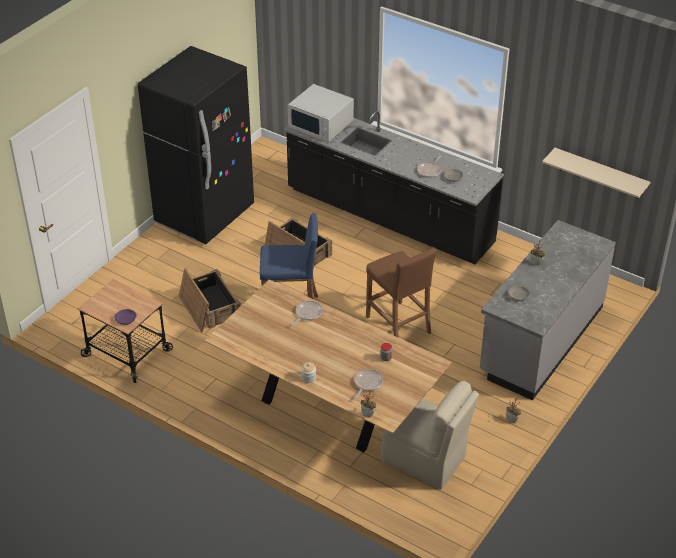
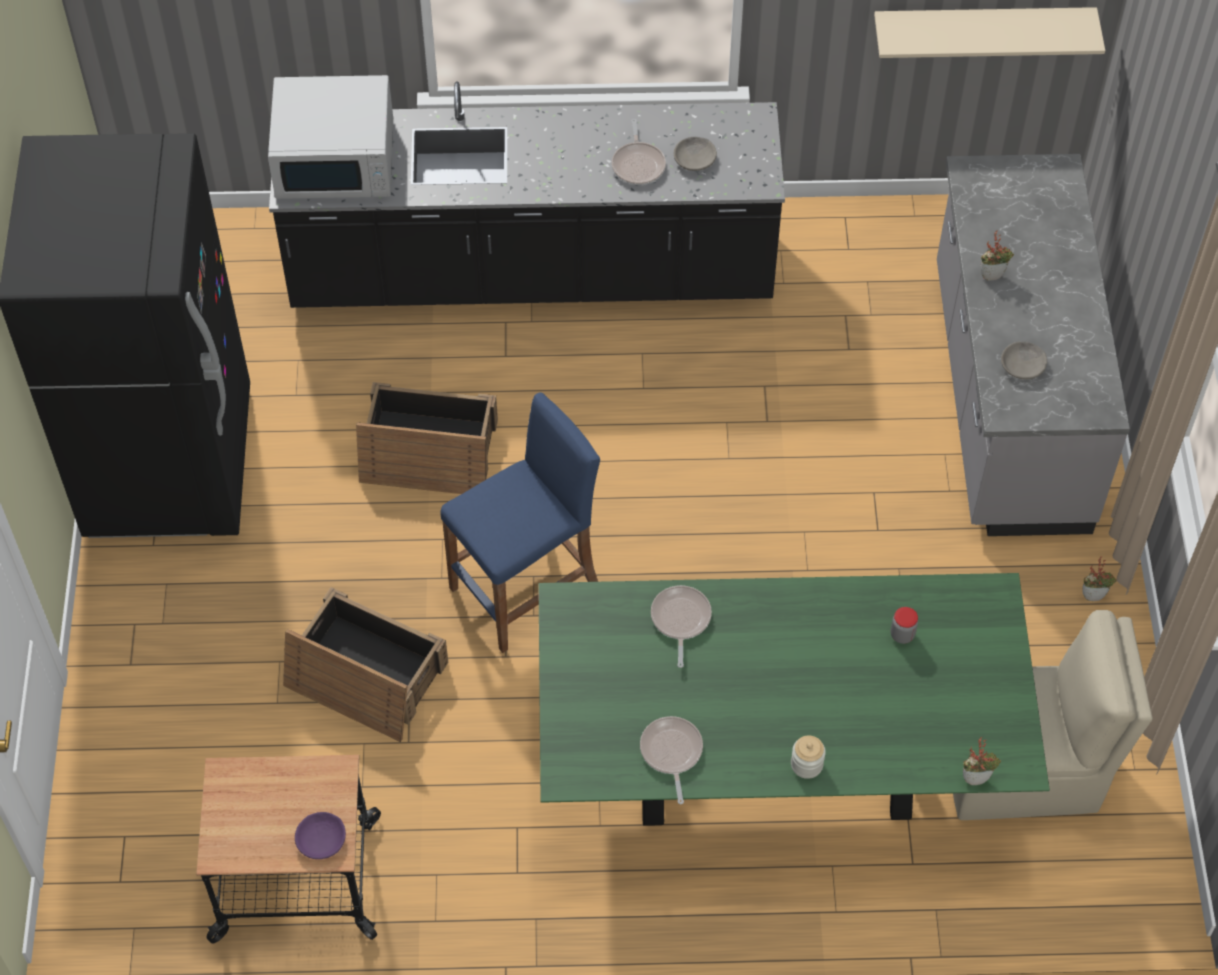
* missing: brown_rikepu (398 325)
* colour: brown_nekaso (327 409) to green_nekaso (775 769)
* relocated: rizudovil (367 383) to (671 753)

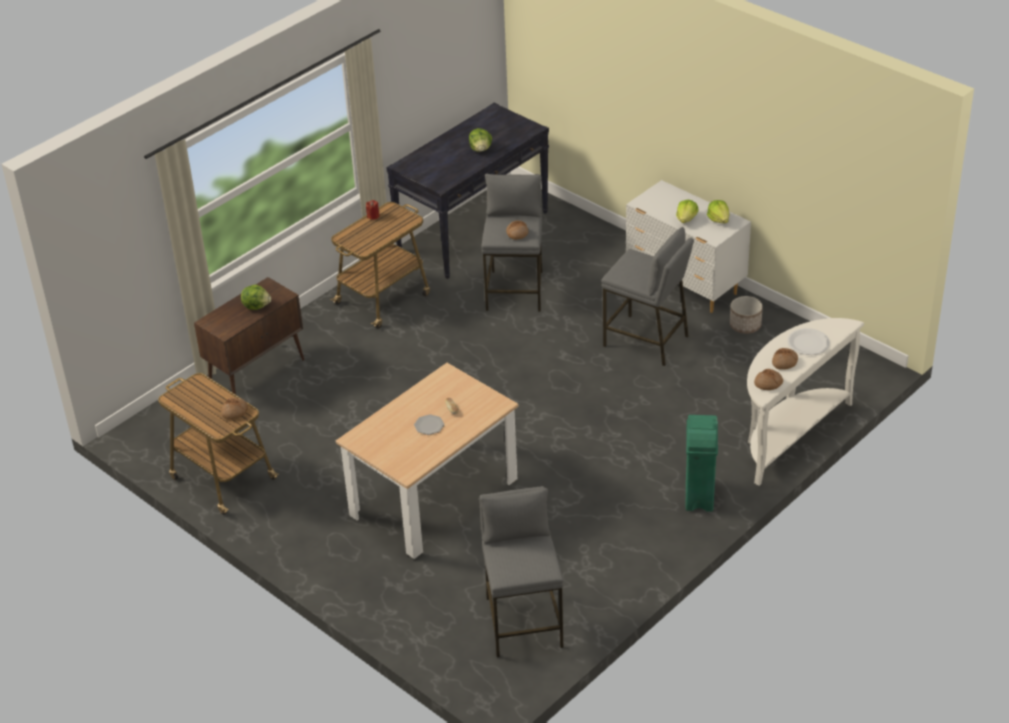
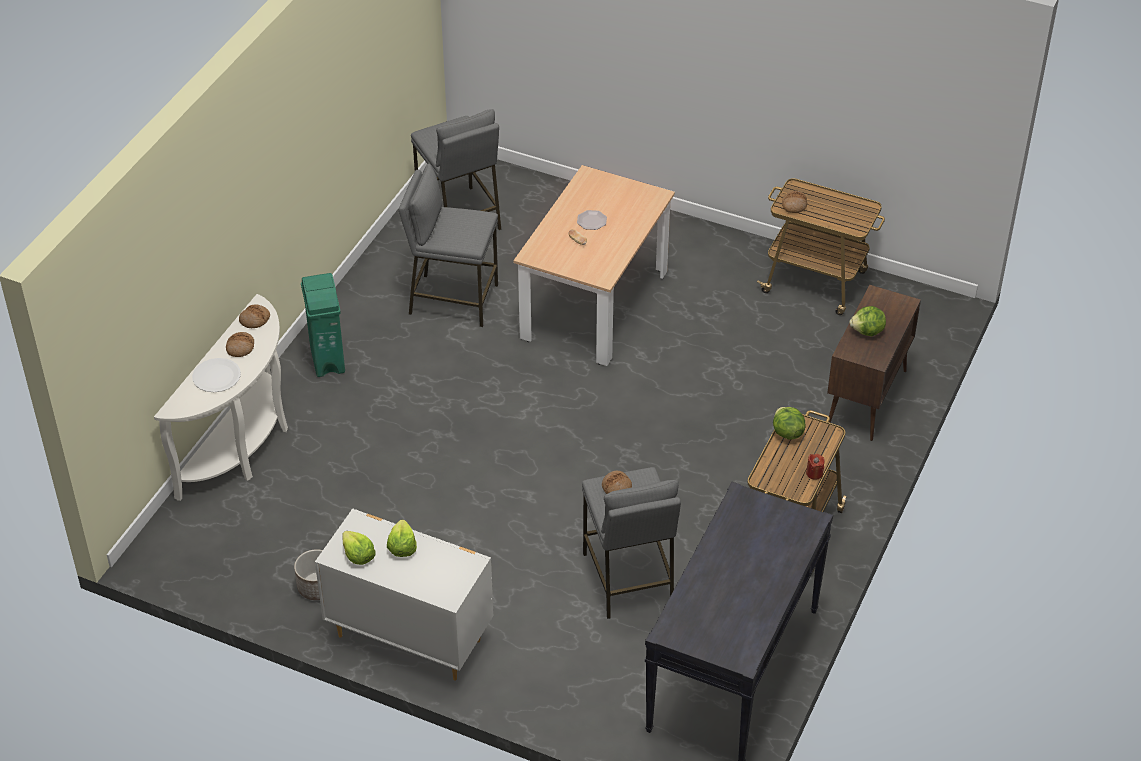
* relocated: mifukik (481 149) to (787 433)
* relocated: grey_rikepu (646 341) to (453 299)

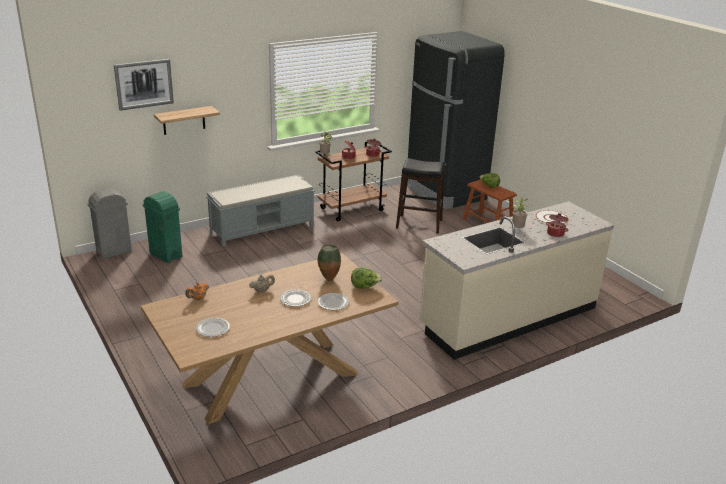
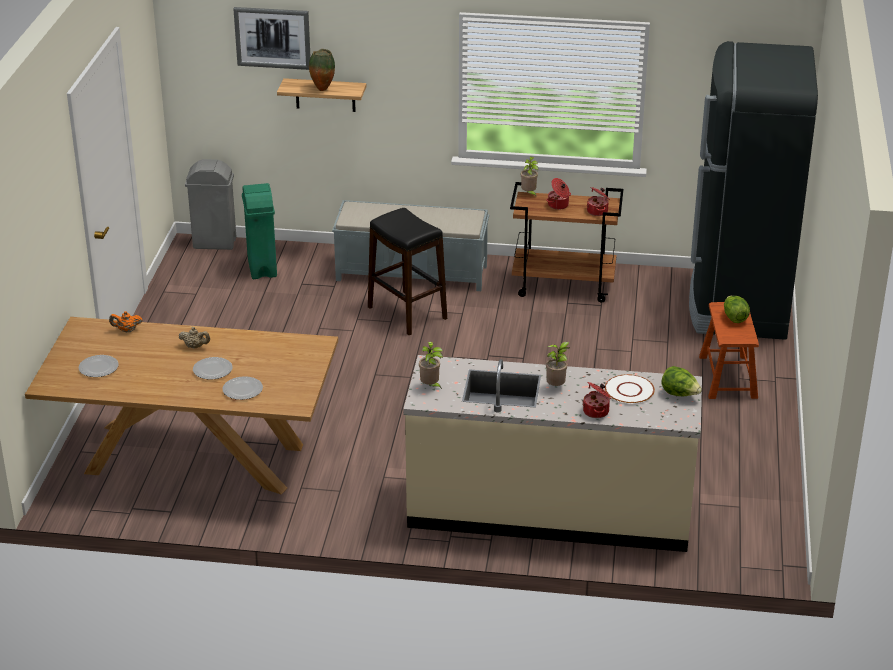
* relocated: black_rikepu (419 224) to (407 313)
* relocated: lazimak (328 279) to (322 89)
* relocated: mifukik (365 287) to (679 394)
* appeared: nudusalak (430 386)

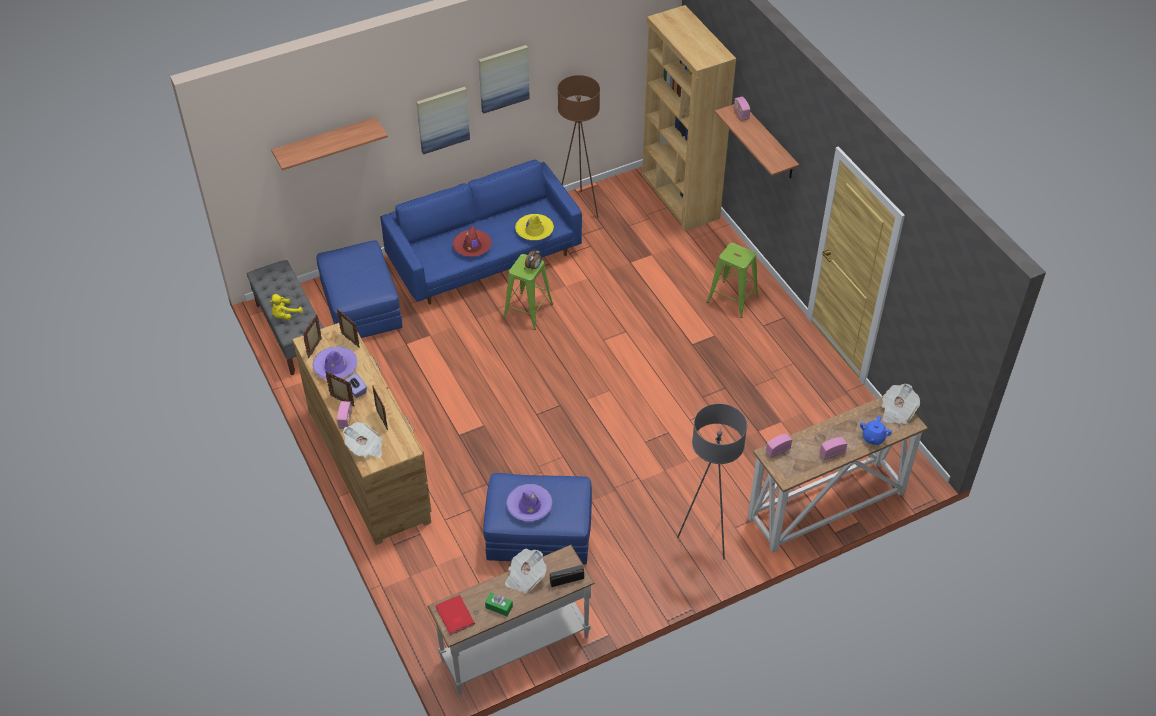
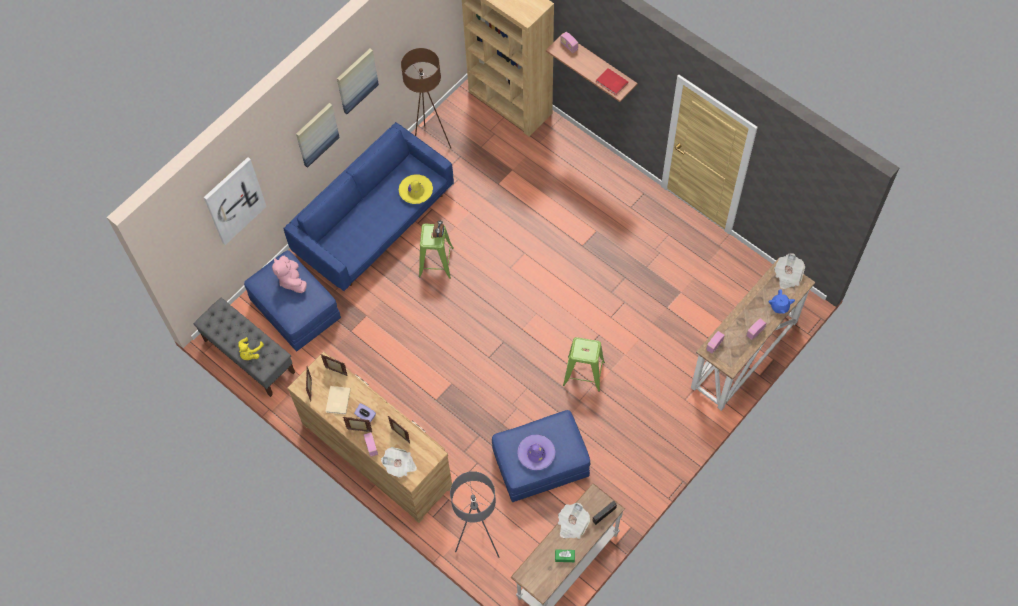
* exchanged: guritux (325 143) to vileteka (234 200)
* missing: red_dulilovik (472 247)
* relocated: green_rikepu (732 299) to (583 373)
* exchanged: purple_dulilovik (335 367) to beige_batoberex (337 401)
* relocated: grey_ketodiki (706 538) to (478 542)
* relocated: red_batoberex (454 616) to (611 83)
* appeared: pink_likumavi (291 280)

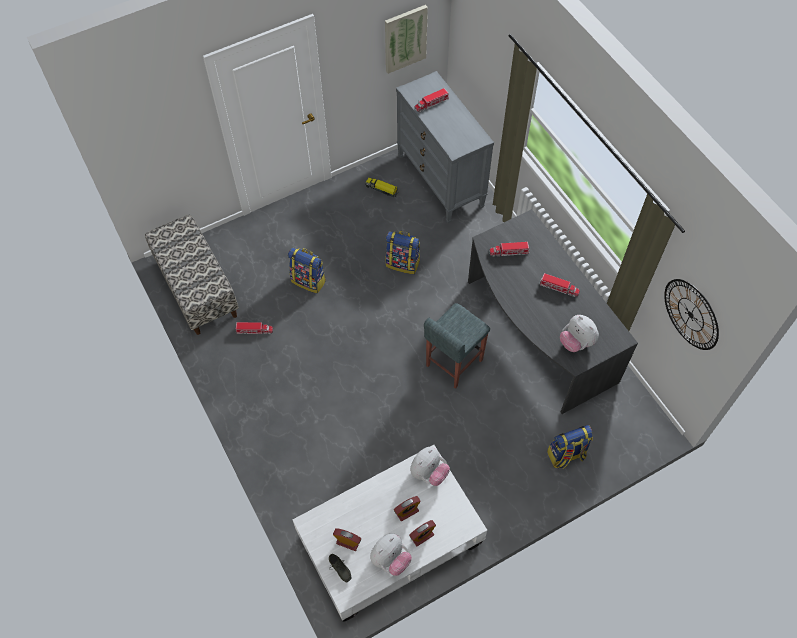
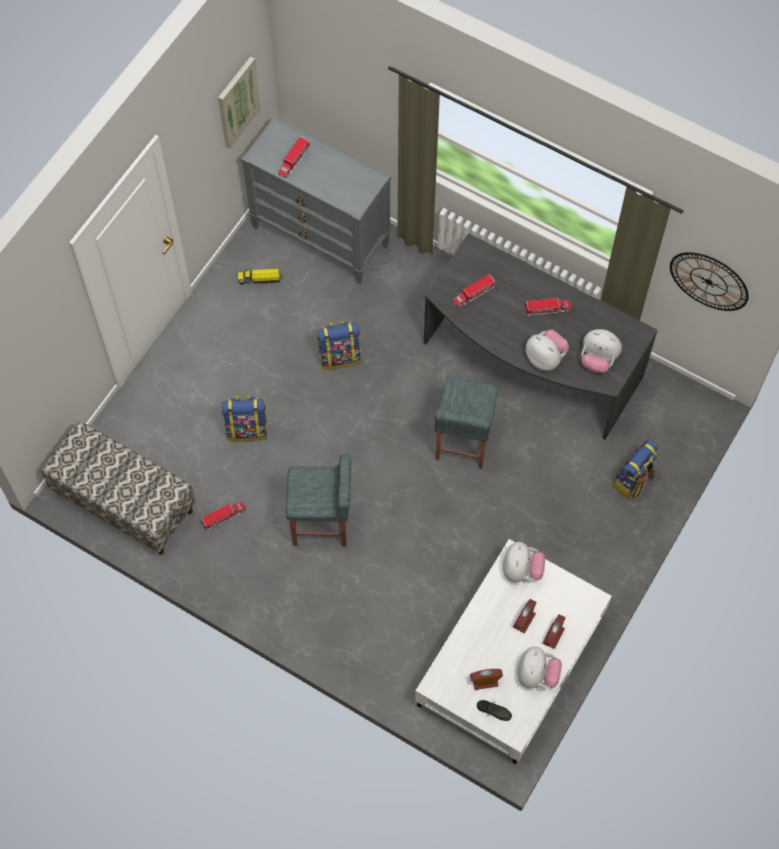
* appeared: likumavi (545 358)
* appeared: grey_rikepu (322 524)

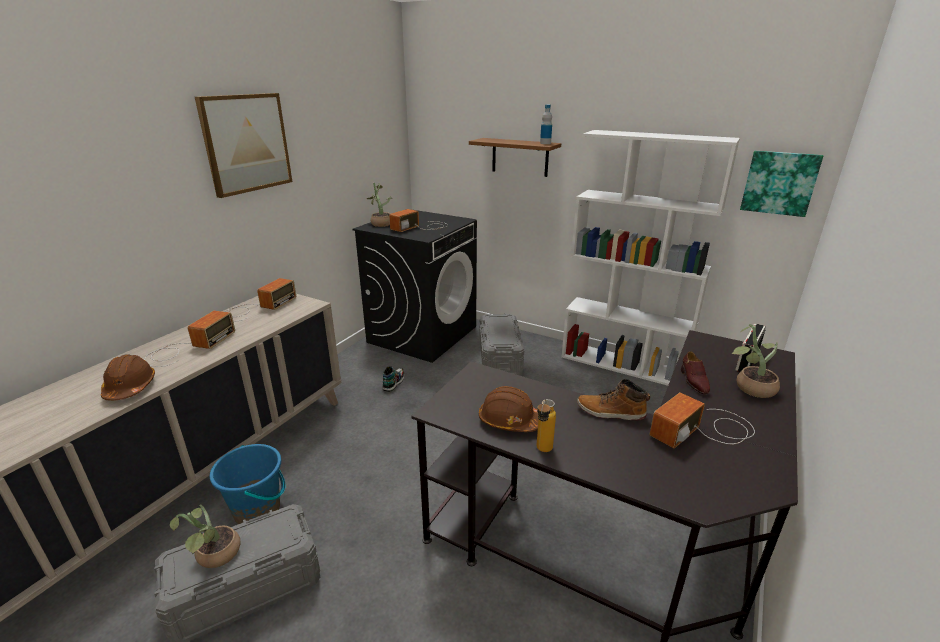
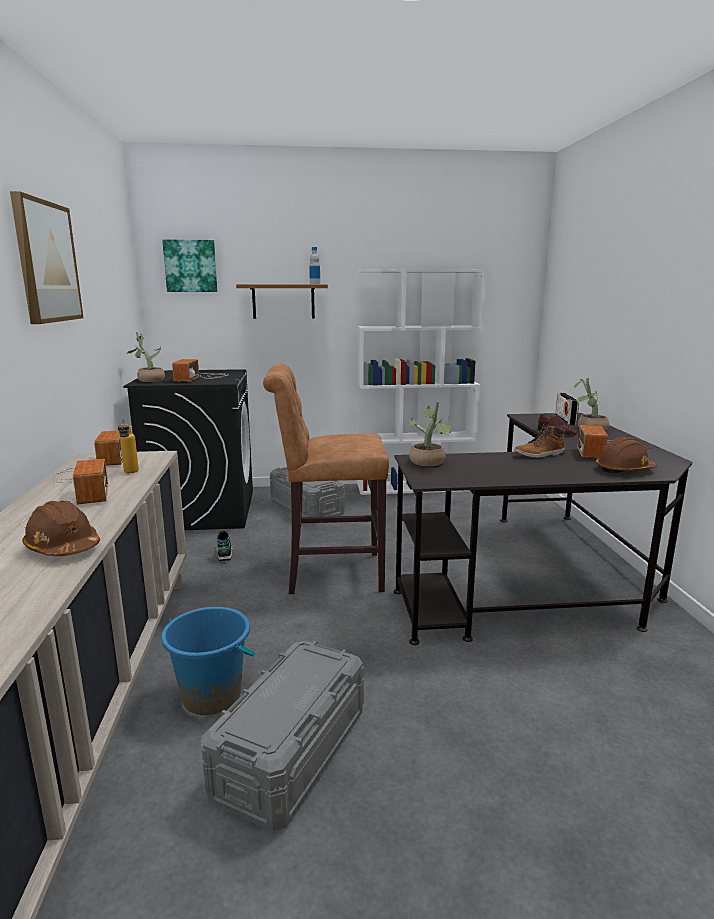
* relocated: vileteka (779 183) to (190 266)
* relocated: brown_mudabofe (509 421) to (624 470)
* relocated: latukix (542 451) to (130 473)
* relocated: nudusalak (215 557) to (428 463)
* appeared: brown_rikepu (328 573)

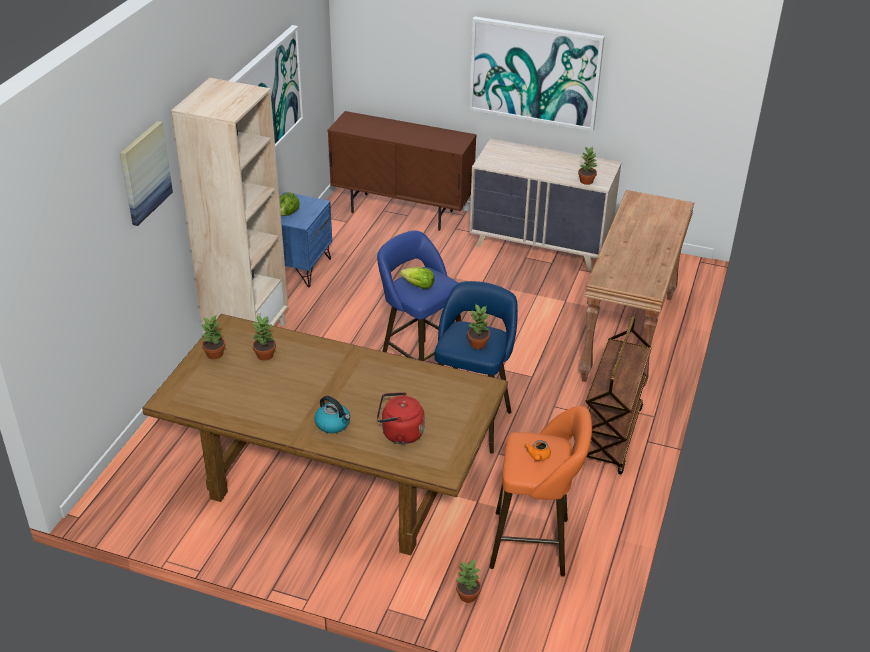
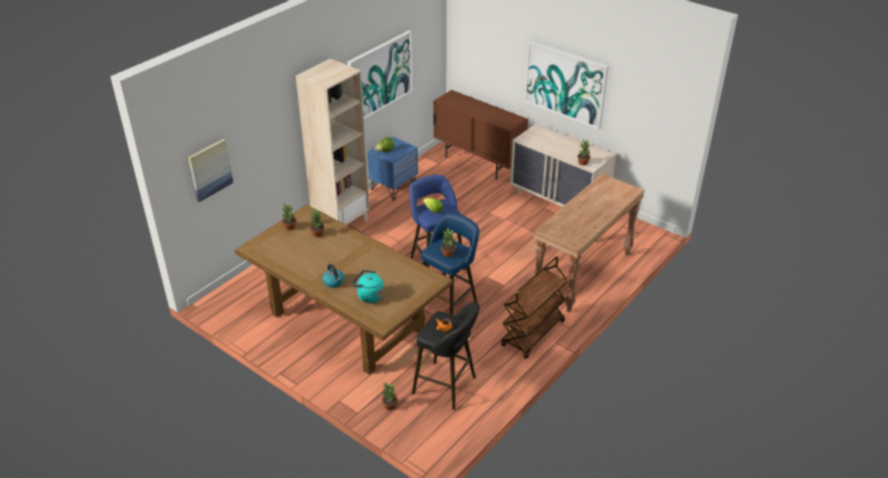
* relocated: vileteka (145 172) to (210 169)
* colour: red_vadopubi (399 433) to turquoise_vadopubi (369 296)
* colour: orange_rikepu (535 543) to black_rikepu (447 386)

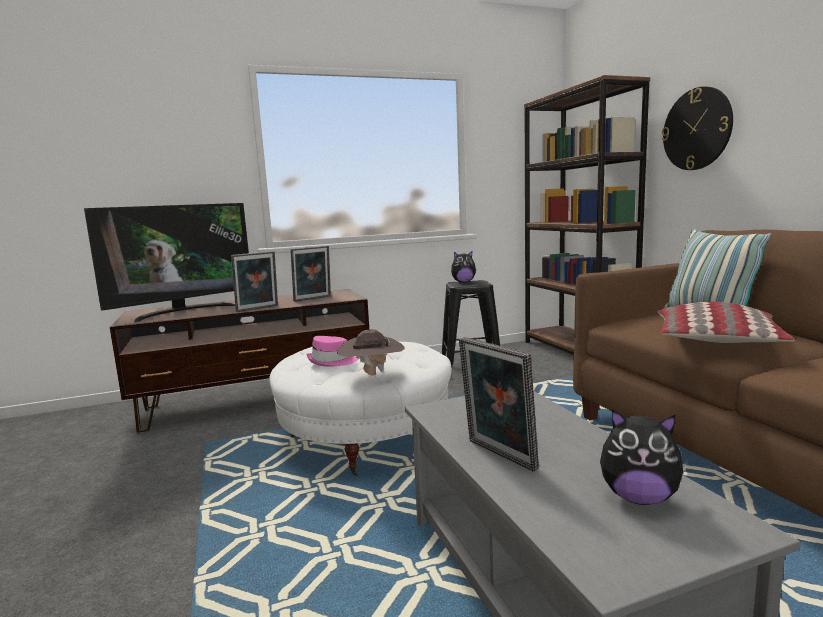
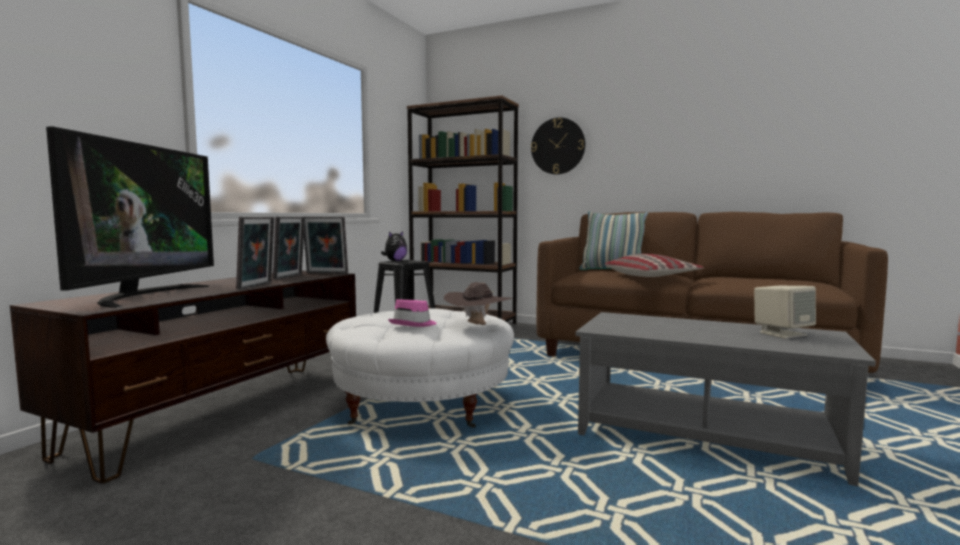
* relocated: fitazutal (498 456) to (326 273)
* exchanged: likumavi (639 497) to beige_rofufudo (782 333)

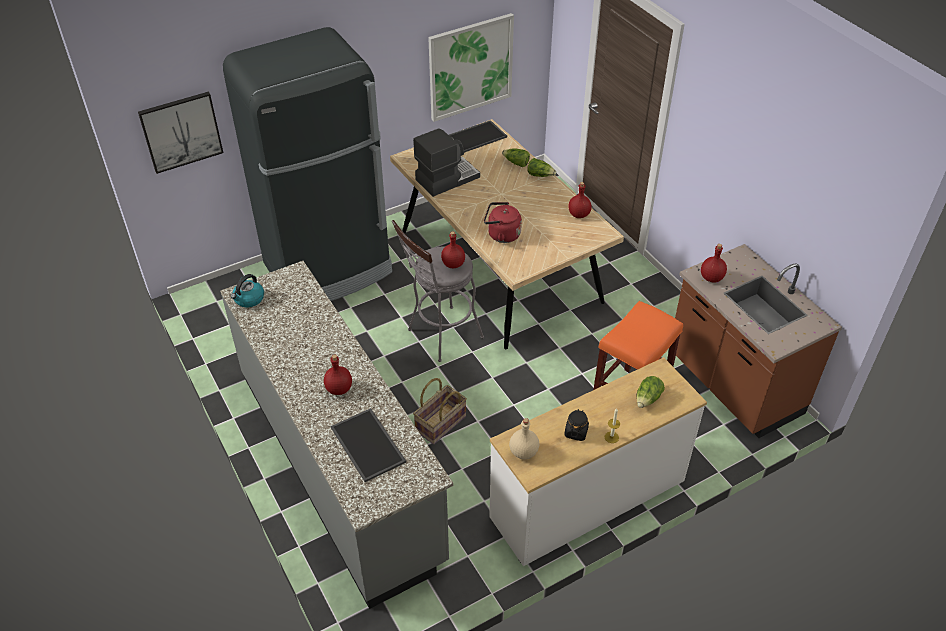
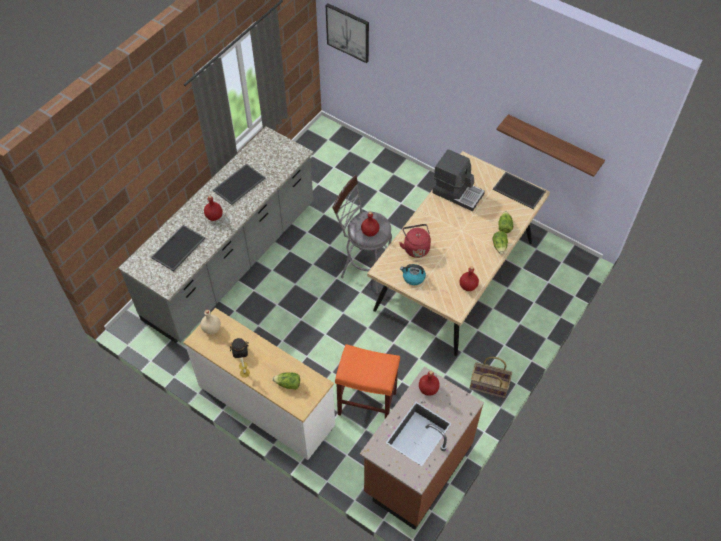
* exchanged: vileteka (470 67) to guritux (553 145)
* missing: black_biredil (329 269)
* relocated: vadopubi (249 299) to (413 277)
* relocated: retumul (441 424) to (488 386)
* appeared: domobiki (239 183)

